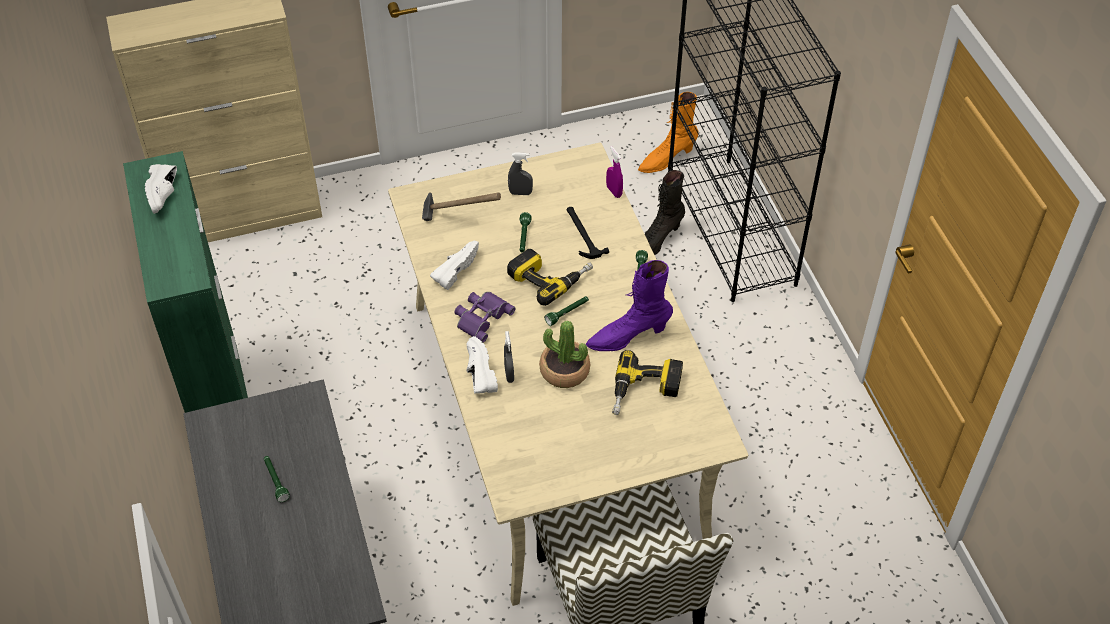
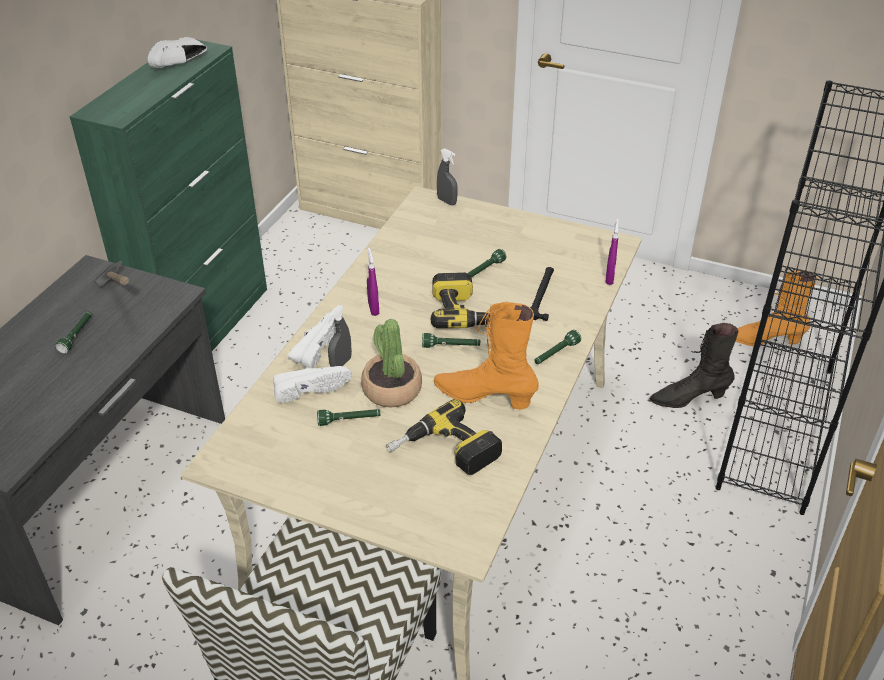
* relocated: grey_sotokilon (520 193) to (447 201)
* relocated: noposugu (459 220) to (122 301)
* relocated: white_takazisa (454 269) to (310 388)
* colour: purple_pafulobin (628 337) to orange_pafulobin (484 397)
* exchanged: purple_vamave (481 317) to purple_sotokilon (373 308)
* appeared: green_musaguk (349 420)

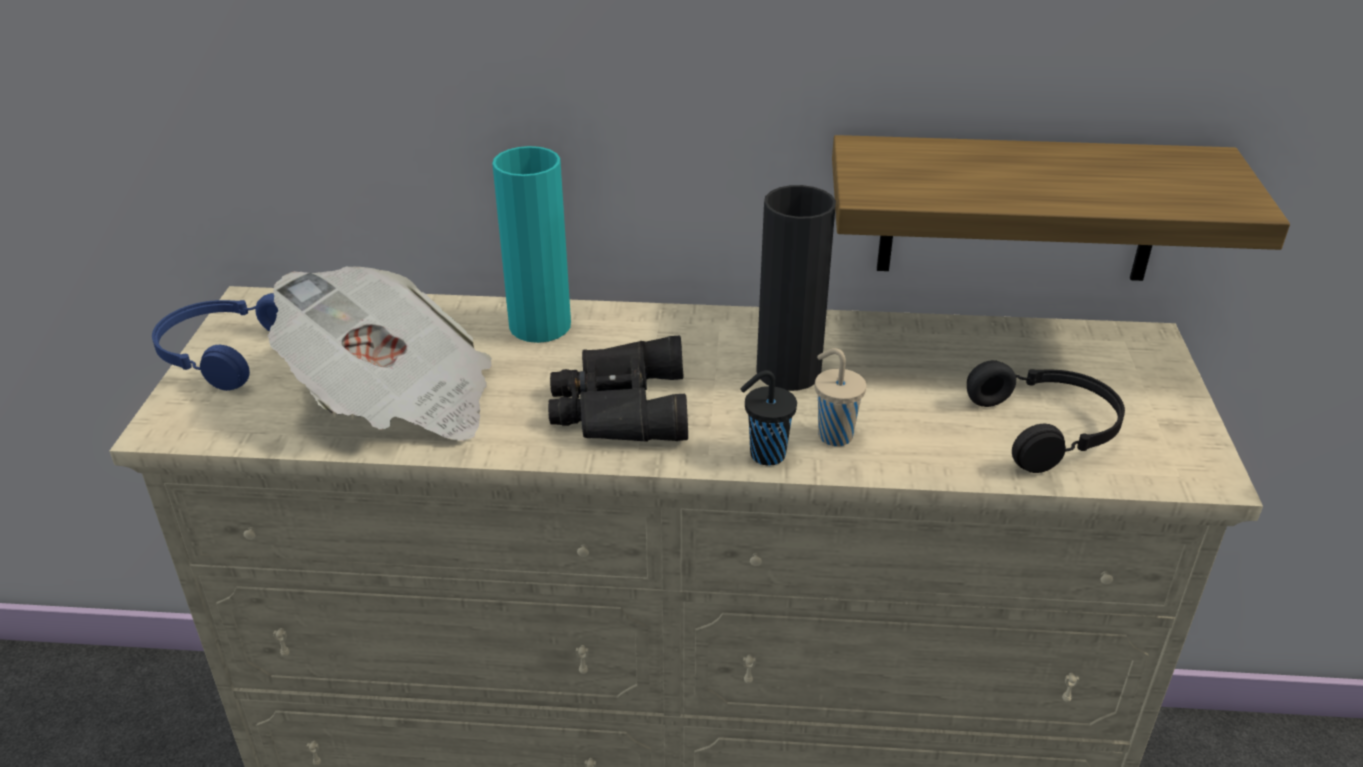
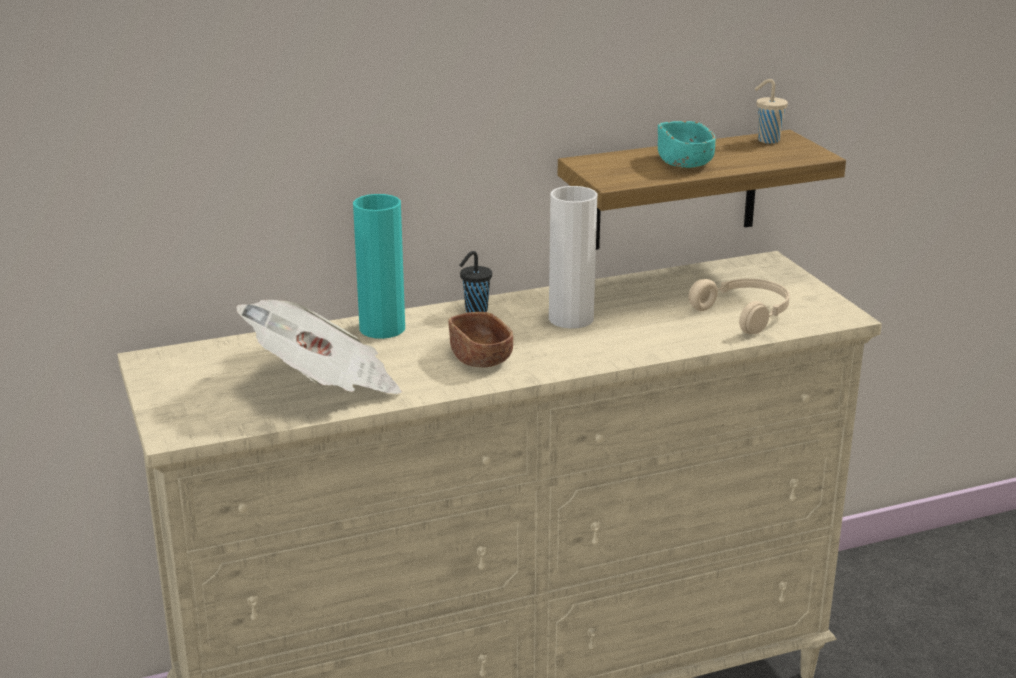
* colour: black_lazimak (788 372) to white_lazimak (571 319)
* missing: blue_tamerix (223 353)
* exchanged: black_vamave (617 407) to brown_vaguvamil (480 358)
* relocated: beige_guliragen (833 435) to (767 140)
* colour: black_tamerix (1048 429) to beige_tamerix (746 314)
* relocated: black_guliragen (765 455) to (475 311)
* appeared: turquoise_vaguvamil (684 162)

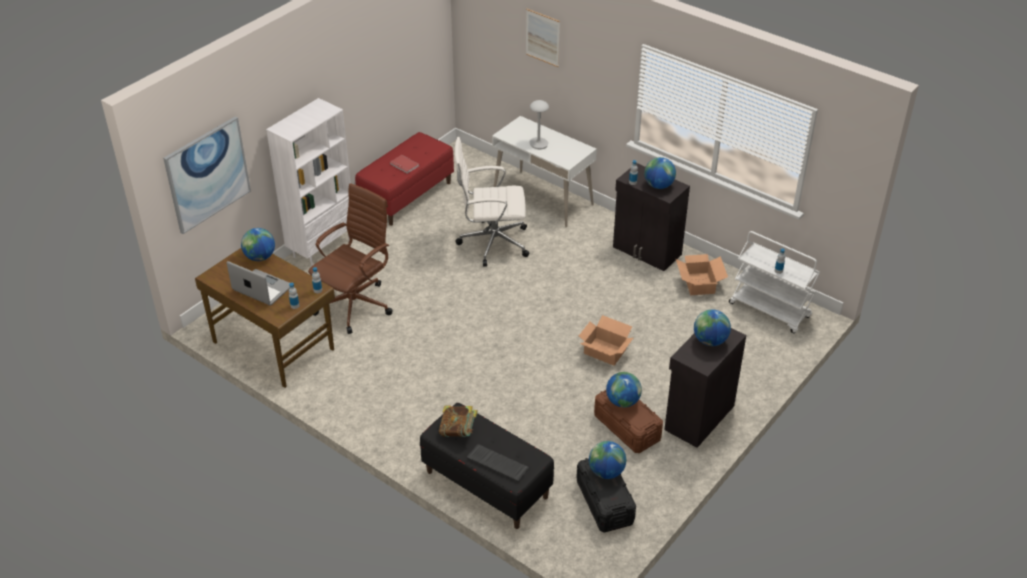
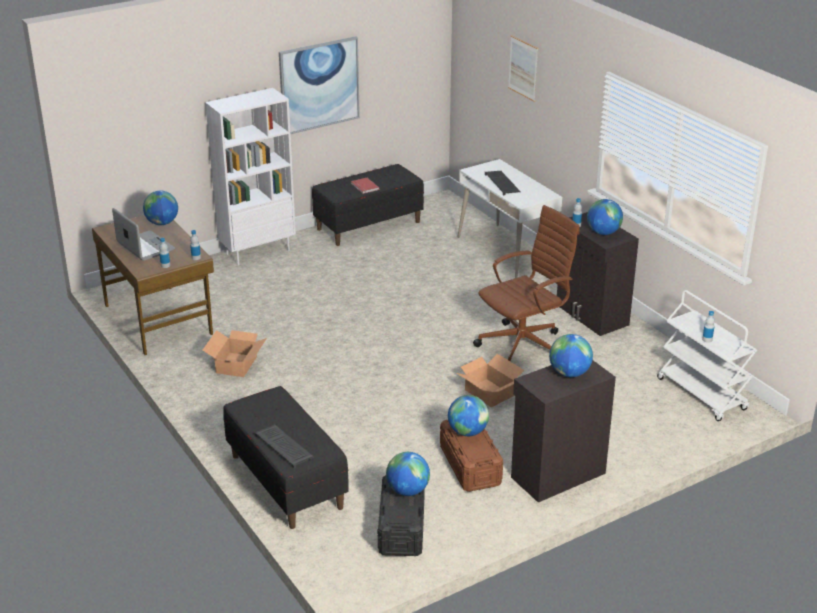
* exchanged: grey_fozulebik (538 144) to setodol (502 183)
* relocated: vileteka (207 174) to (319 85)
* colour: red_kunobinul (407 196) to black_kunobinul (368 225)
* missing: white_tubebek (492 242)
* relocated: brown_tubebek (356 304) to (524 345)
* relocated: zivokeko (698 284) to (236 365)
* missing: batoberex (458 431)

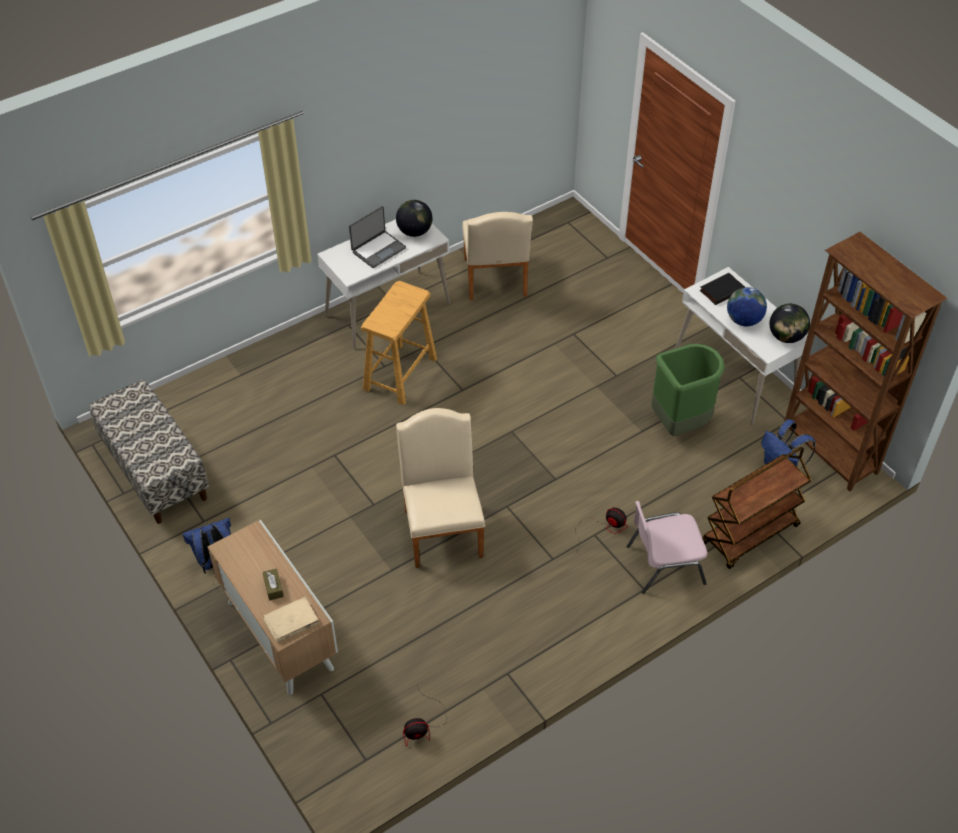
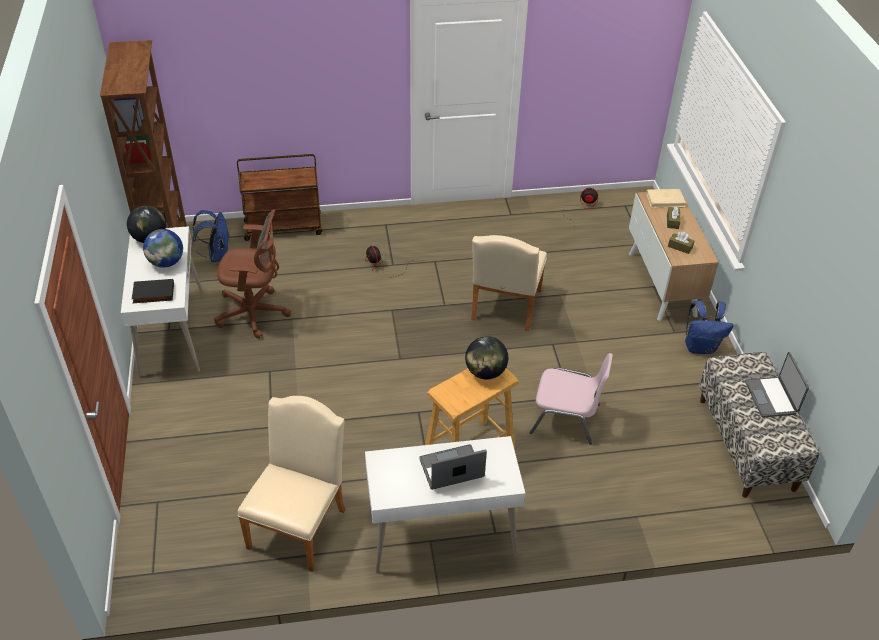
* relocated: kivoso (414 232) to (485 372)
* exchanged: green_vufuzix (680 423) to brown_tubebek (255 313)
* relocated: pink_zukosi (664 564) to (566 419)
* appeared: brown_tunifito (680 247)
* appeared: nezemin (772 397)

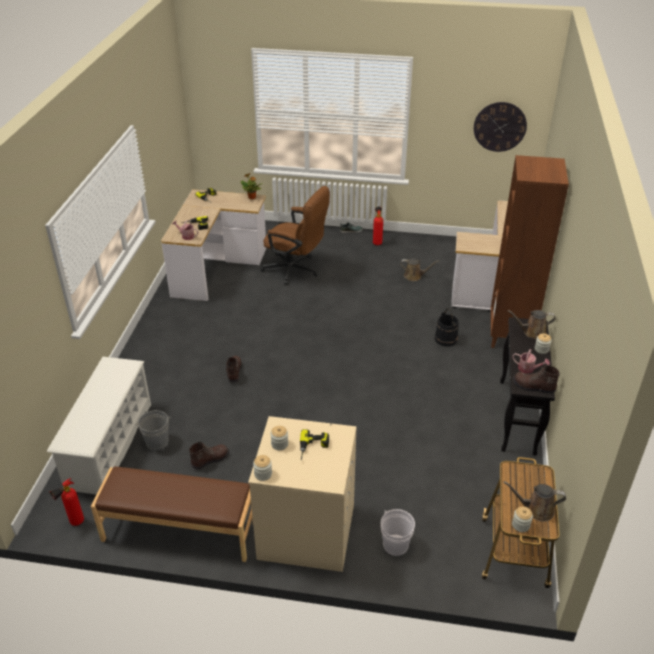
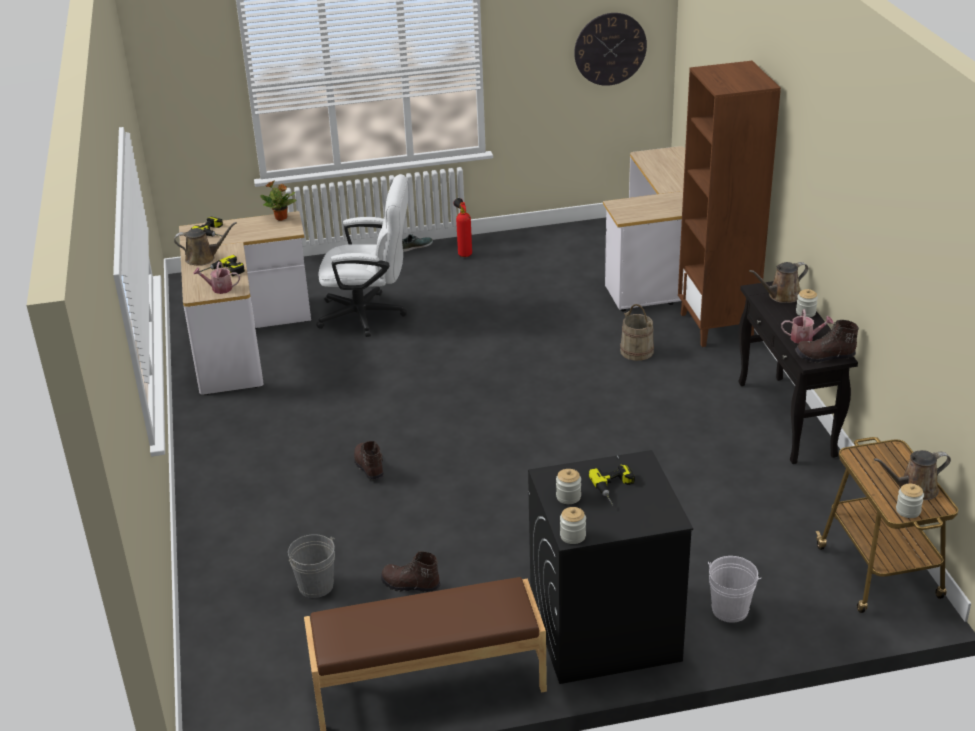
* colour: brown_tubebek (296 270) to white_tubebek (370 315)
* relocated: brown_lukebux (414 276) to (203 258)
* colour: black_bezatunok (446 339) to beige_bezatunok (637 351)
* missing: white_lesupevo (109 445)
* colour: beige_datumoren (305 532) to black_datumoren (603 631)
* spun: brown_pafulobin (210 460) = (410 585) 105 degrees counterclockwise
* missing: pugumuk (74 523)

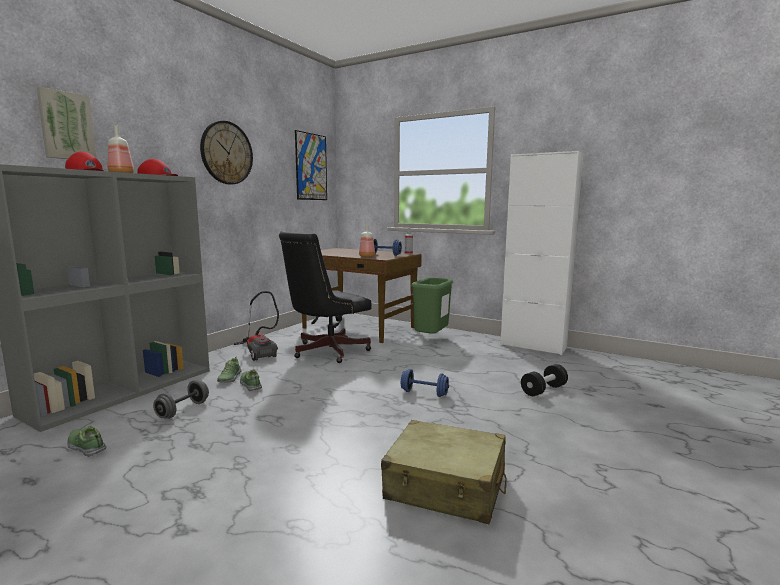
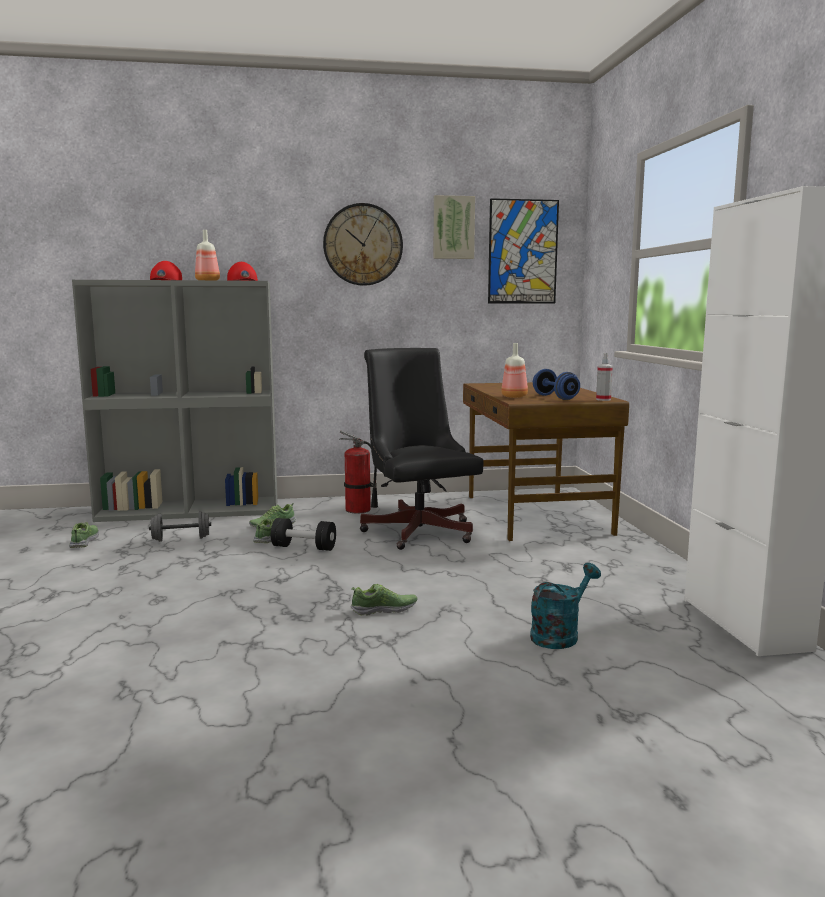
* relocated: vileteka (66 126) to (453 227)
* spun: black_tubebek (325 351) = (418 529) 60 degrees clockwise
* missing: green_vufuzix (431 339)
* exchanged: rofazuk (260 352) to pugumuk (358 510)
* relocated: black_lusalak (543 390) to (304 547)
* exchanged: blue_lusalak (424 393) to takazisa (384 610)
* missing: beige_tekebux (446 486)
* appeared: turquoise_lukebux (559 635)

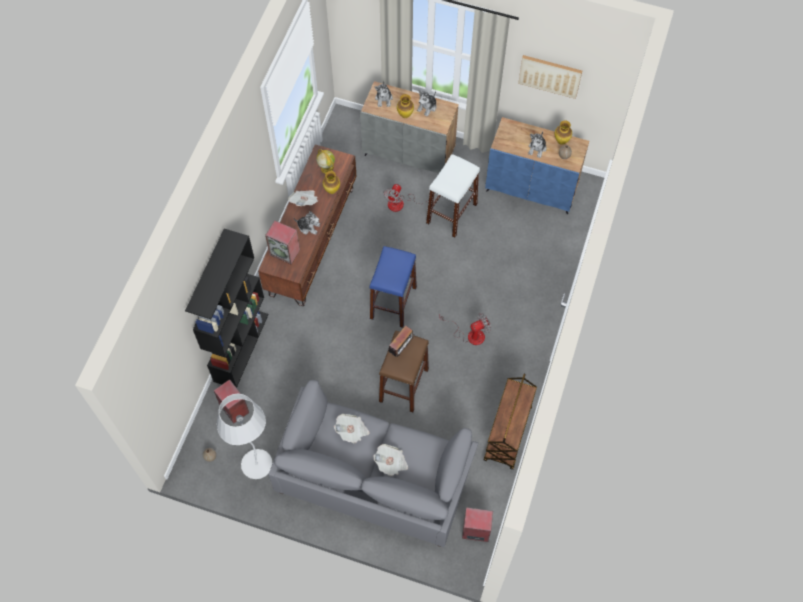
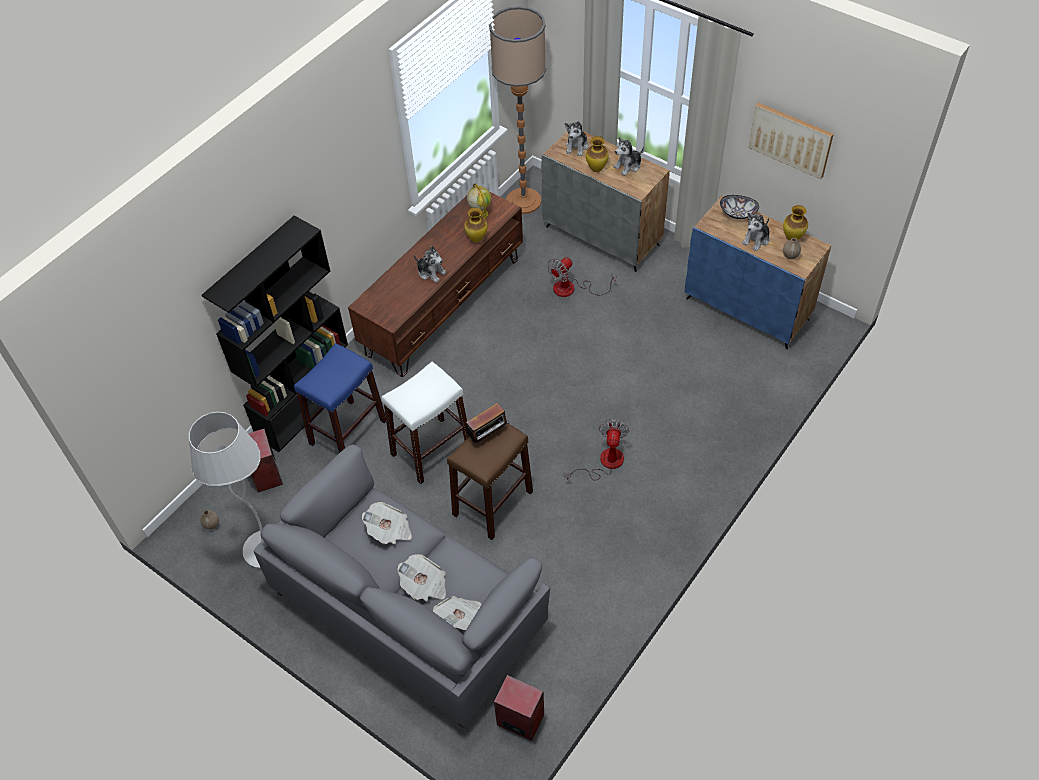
* relocated: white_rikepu (451 213) to (431 450)
* relocated: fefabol (304 202) to (460 618)
* missing: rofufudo (285 252)
* relocated: blue_rikepu (393 302) to (348 432)
* spun: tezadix (470 334) = (604 463) 75 degrees counterclockwise
* missing: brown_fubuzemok (508 434)
* appeared: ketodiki (523 201)
* appeared: vaguvamil (737 214)

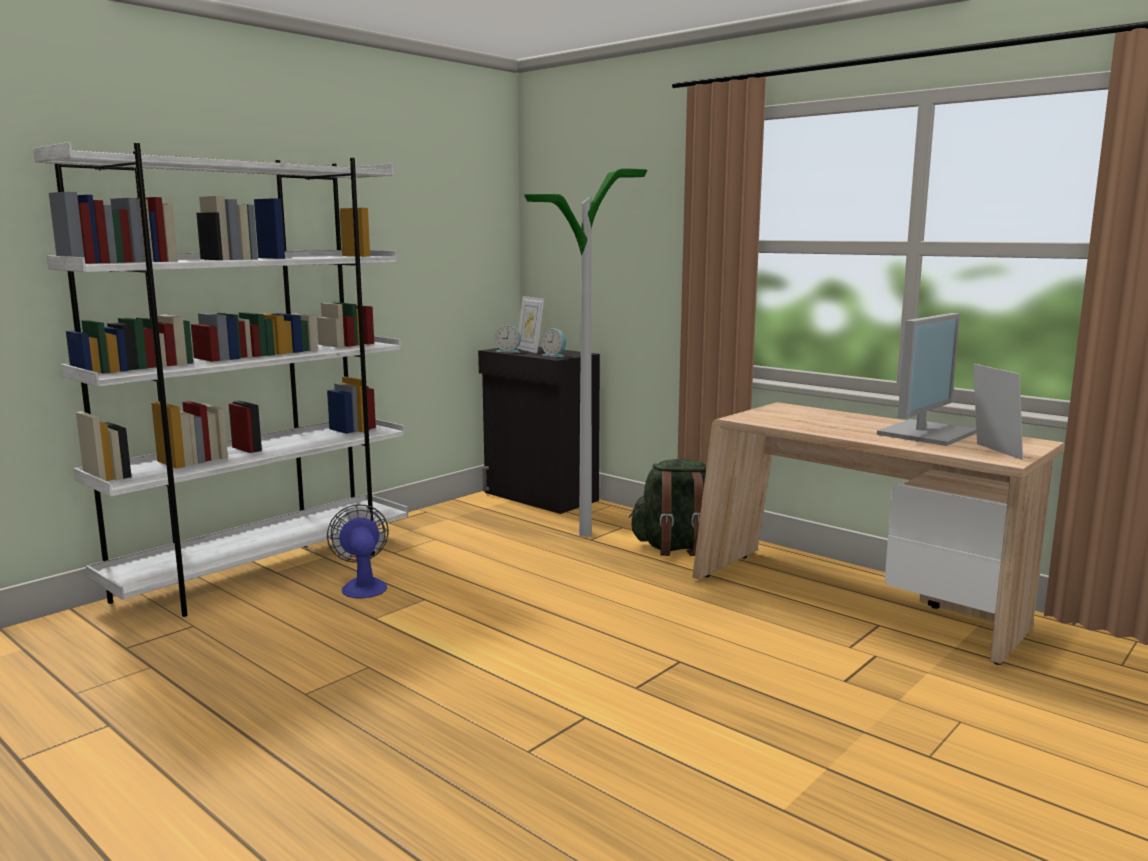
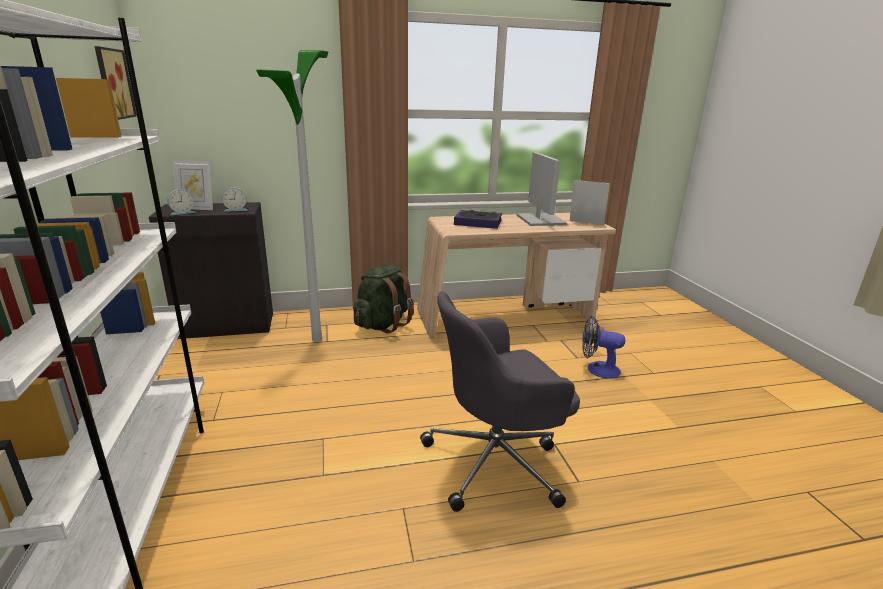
* relocated: tezadix (363 586) to (597 369)
* appeared: vileteka (112 84)
* appeared: batoberex (478 223)
* appeared: grey_tubebek (496 461)

